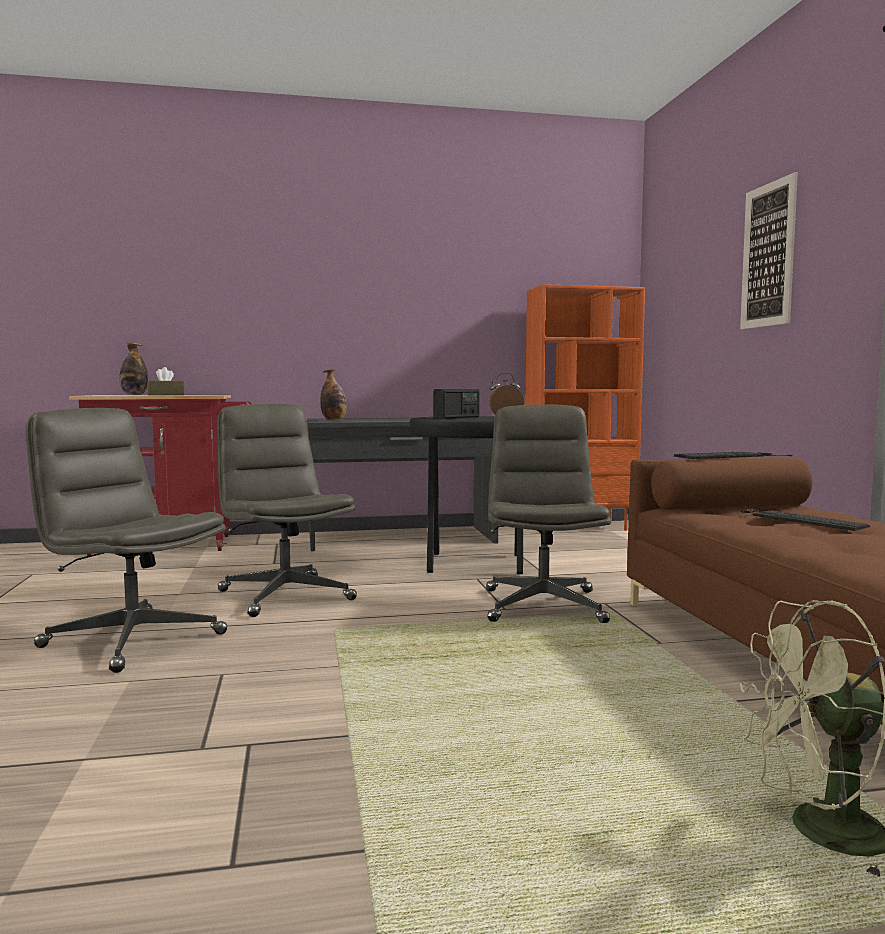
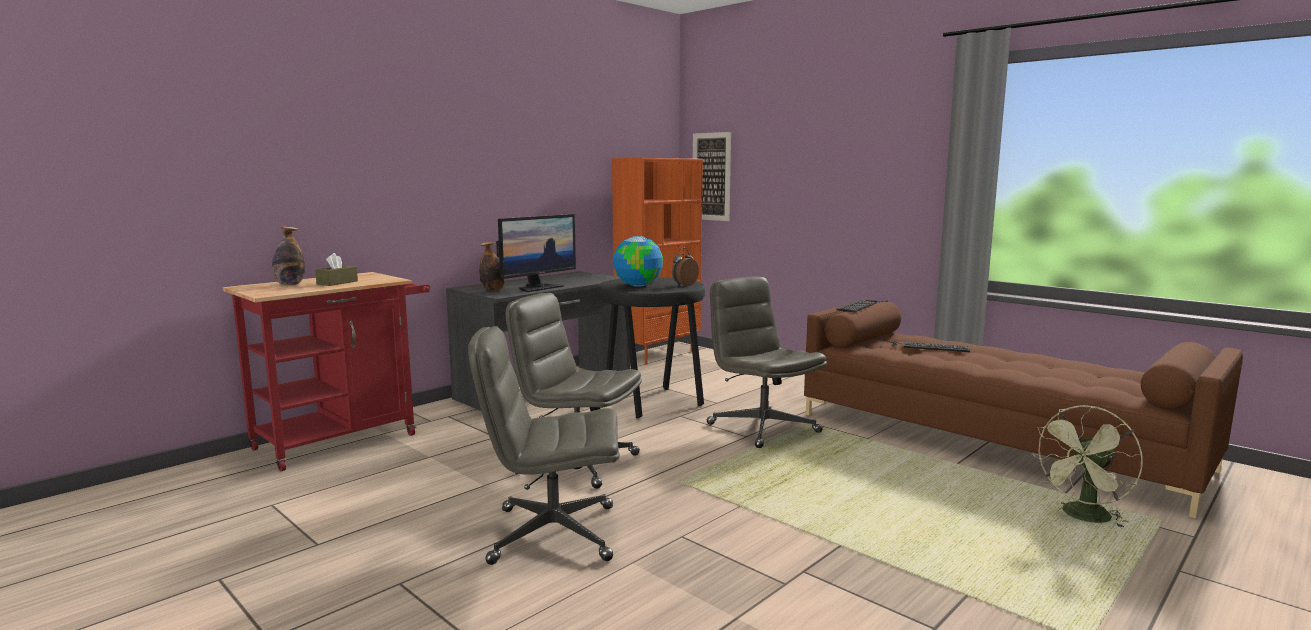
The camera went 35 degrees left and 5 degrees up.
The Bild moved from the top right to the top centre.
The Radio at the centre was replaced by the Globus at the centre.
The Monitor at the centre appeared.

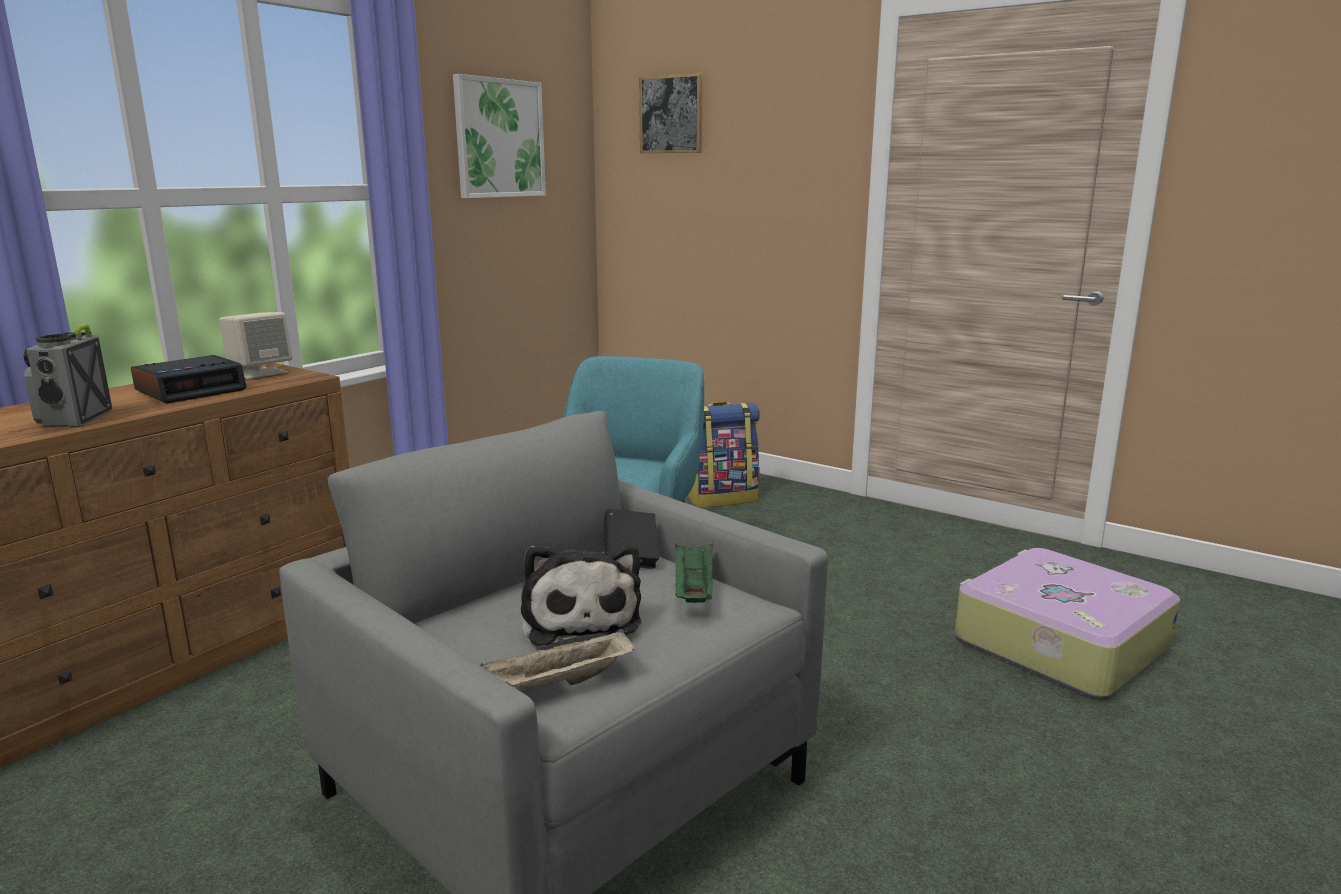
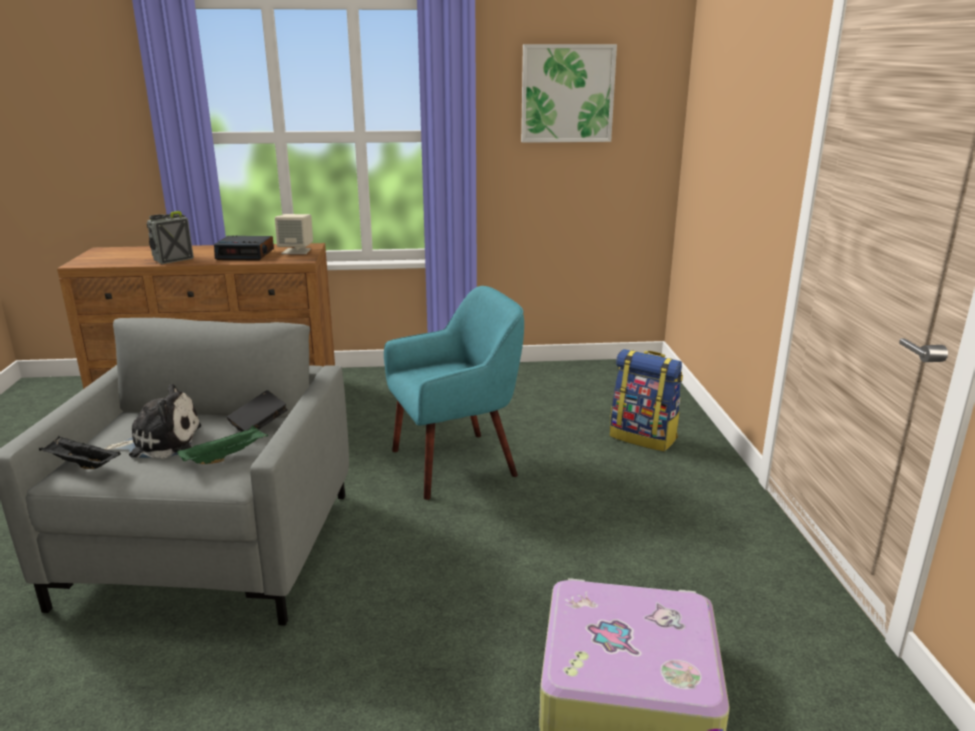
The camera went 50 degrees right and 5 degrees up.
The Bild (2nd from left) at the top centre disappeared.
The Plüschtier at the centre turned 135 degrees counterclockwise.
The Tablett (beige) at the bottom centre became the Tablett (schwarz) at the middle left.

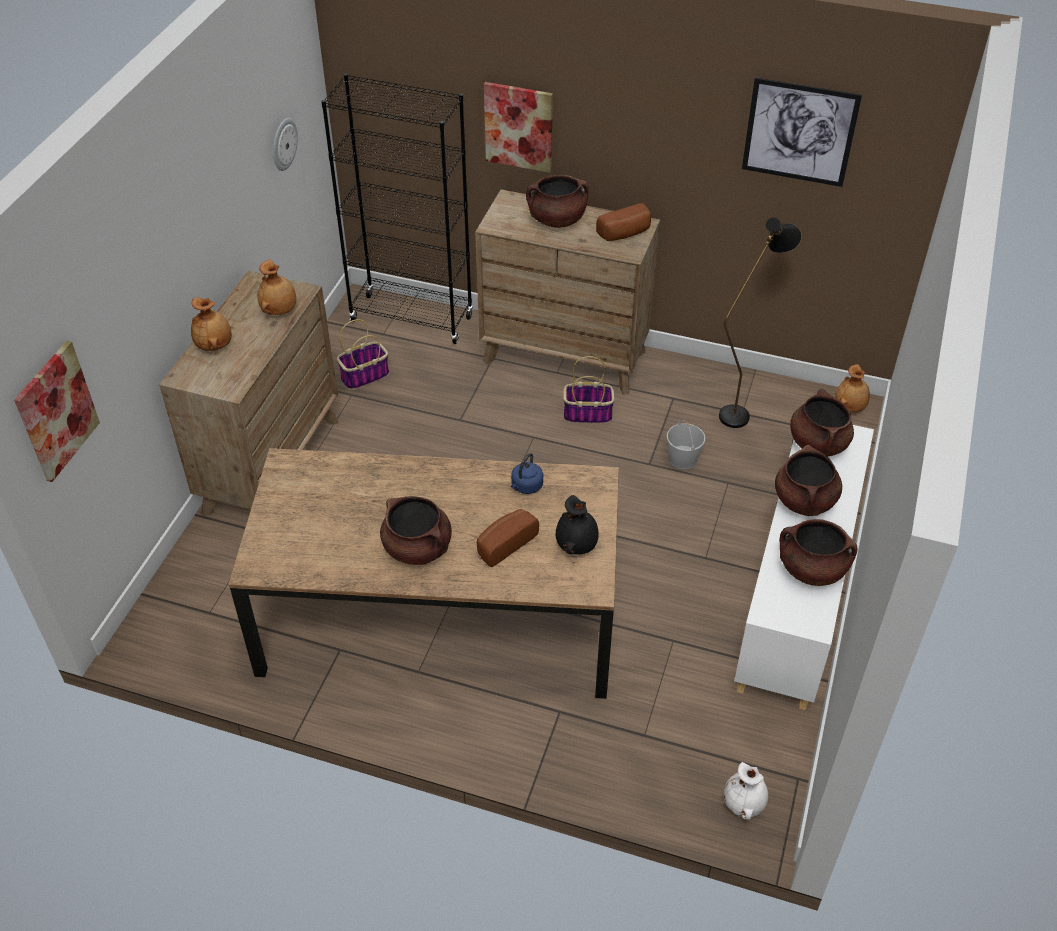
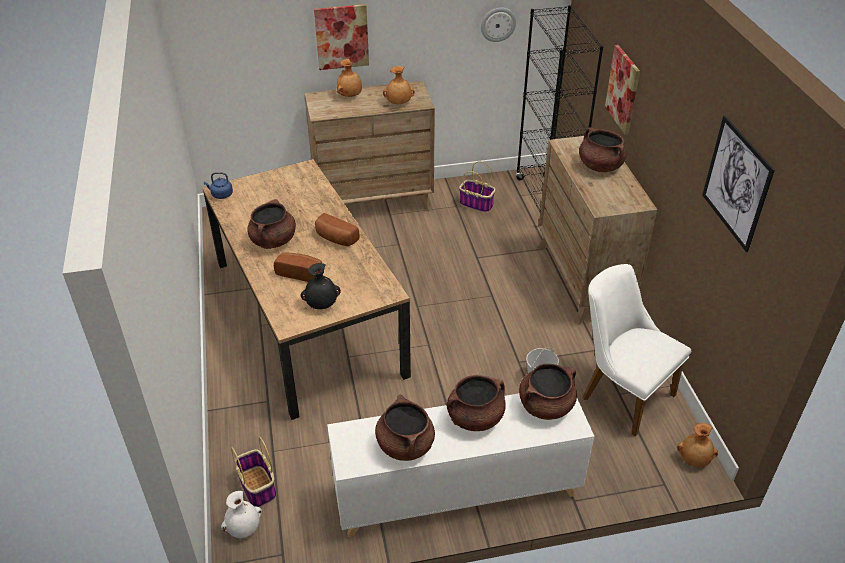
The camera went 60 degrees right and 5 degrees down.
The Brot (2nd from left) moved from the top centre to the centre.
The Stehlampe (schwarz) at the middle right was replaced by the Stuhl (weiß) at the middle right.
The Bild (1st from left) moved from the middle left to the top centre.
The Korb (2nd from left in the first image) moved from the centre to the bottom left.
The Wasserkessel (blau) moved from the centre to the top left.

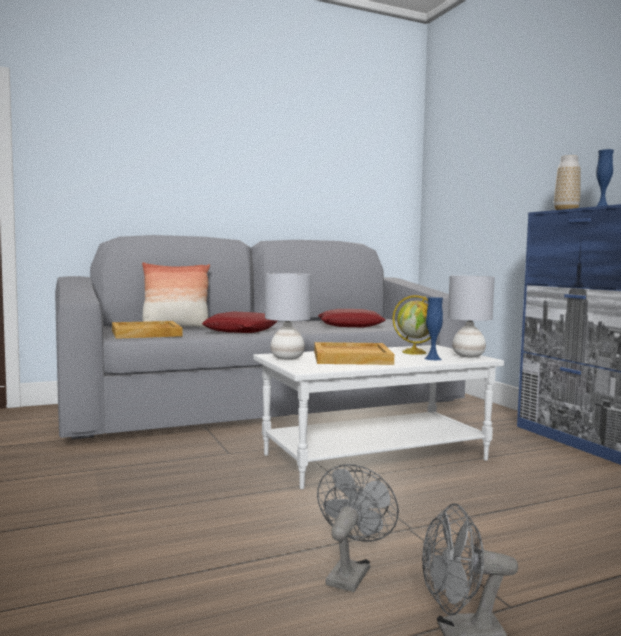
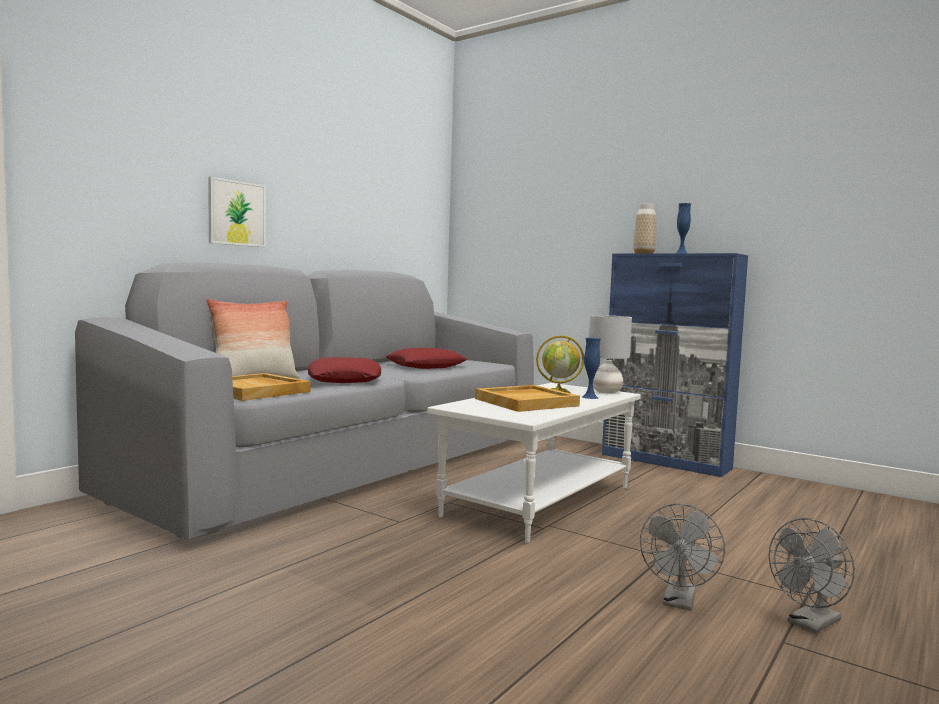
The camera went 30 degrees left and 0 degrees up.
The Tischlampe (grau) (1st from left) at the centre disappeared.
The Ventilator (grau) (1st from left) at the bottom centre turned 150 degrees counterclockwise.
The Bild at the top left appeared.

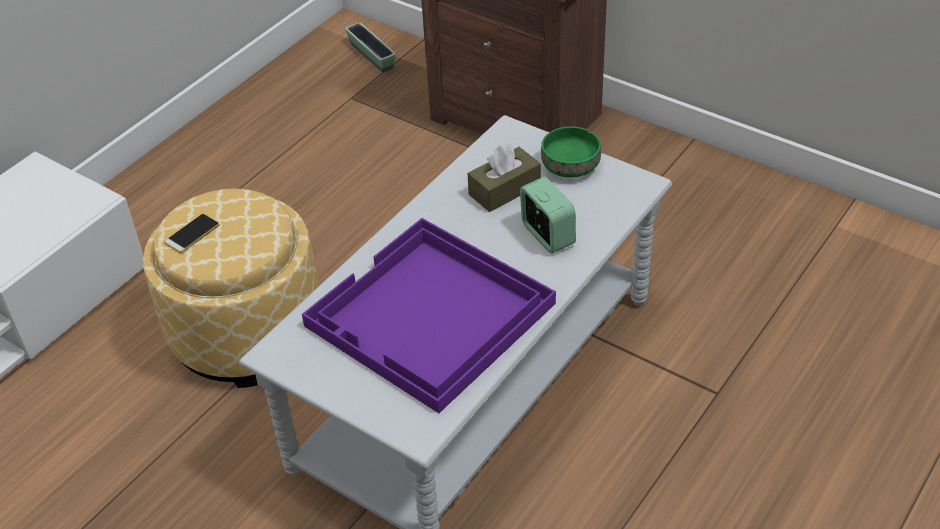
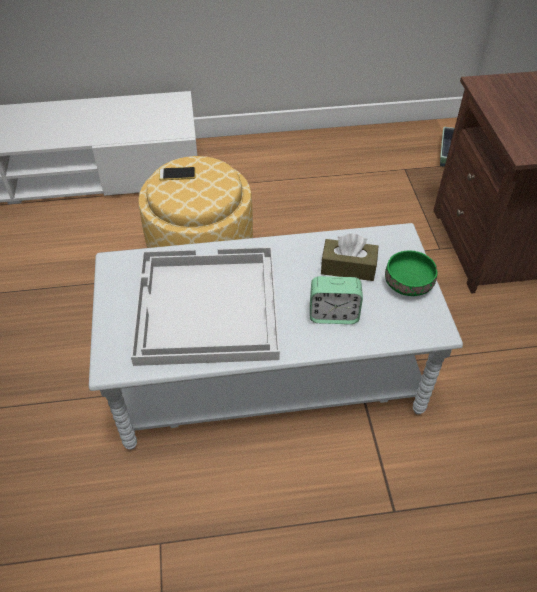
The camera went 45 degrees right and 5 degrees up.
The Wecker at the centre turned 75 degrees clockwise.
The Tablett (lila) at the centre became the Tablett (weiß) at the centre.

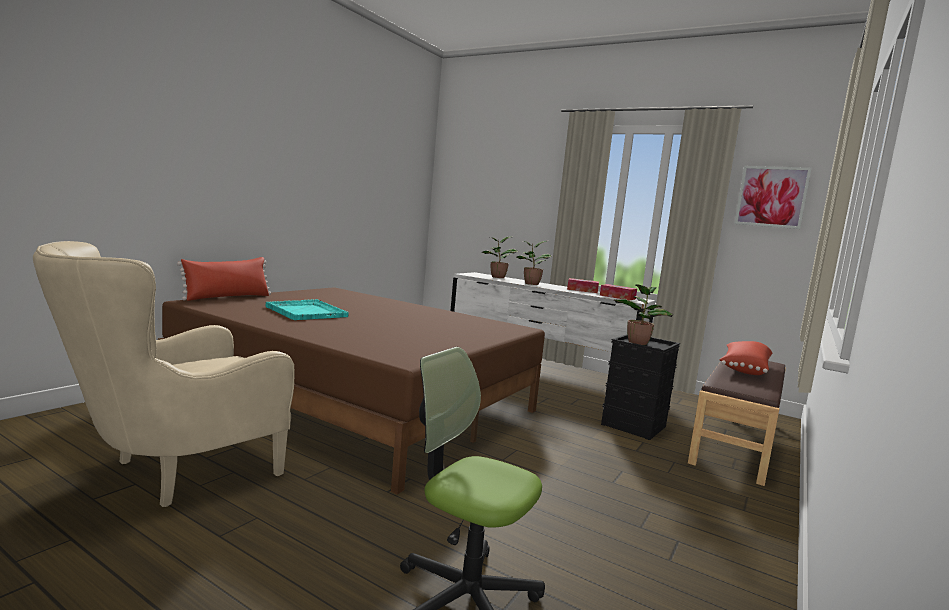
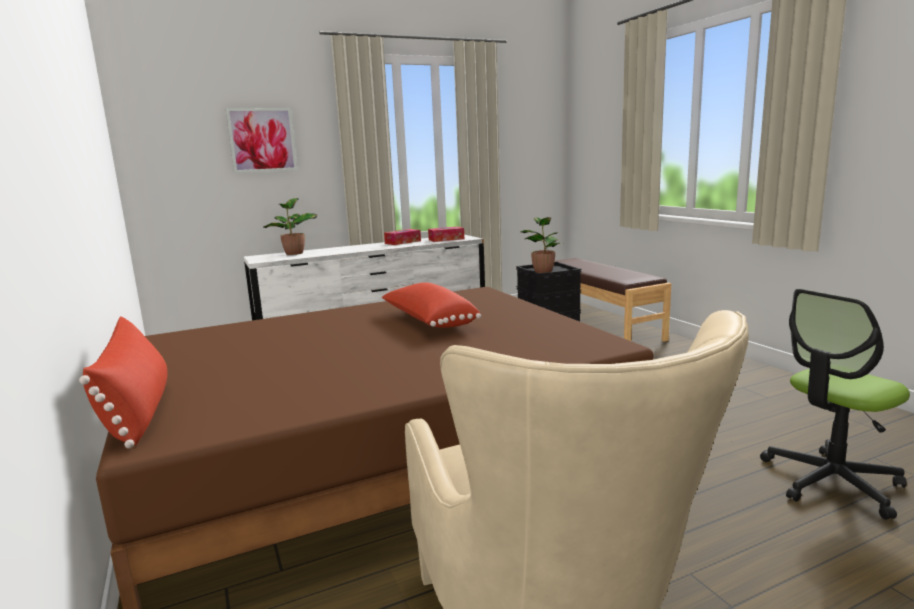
The camera went 55 degrees left and 5 degrees up.
The Bild moved from the top right to the top left.
The Topfpflanze (2nd from left) at the centre disappeared.
The Tablett (türkis) at the middle left disappeared.
The Kissen (rot) (2nd from left) moved from the middle right to the centre.

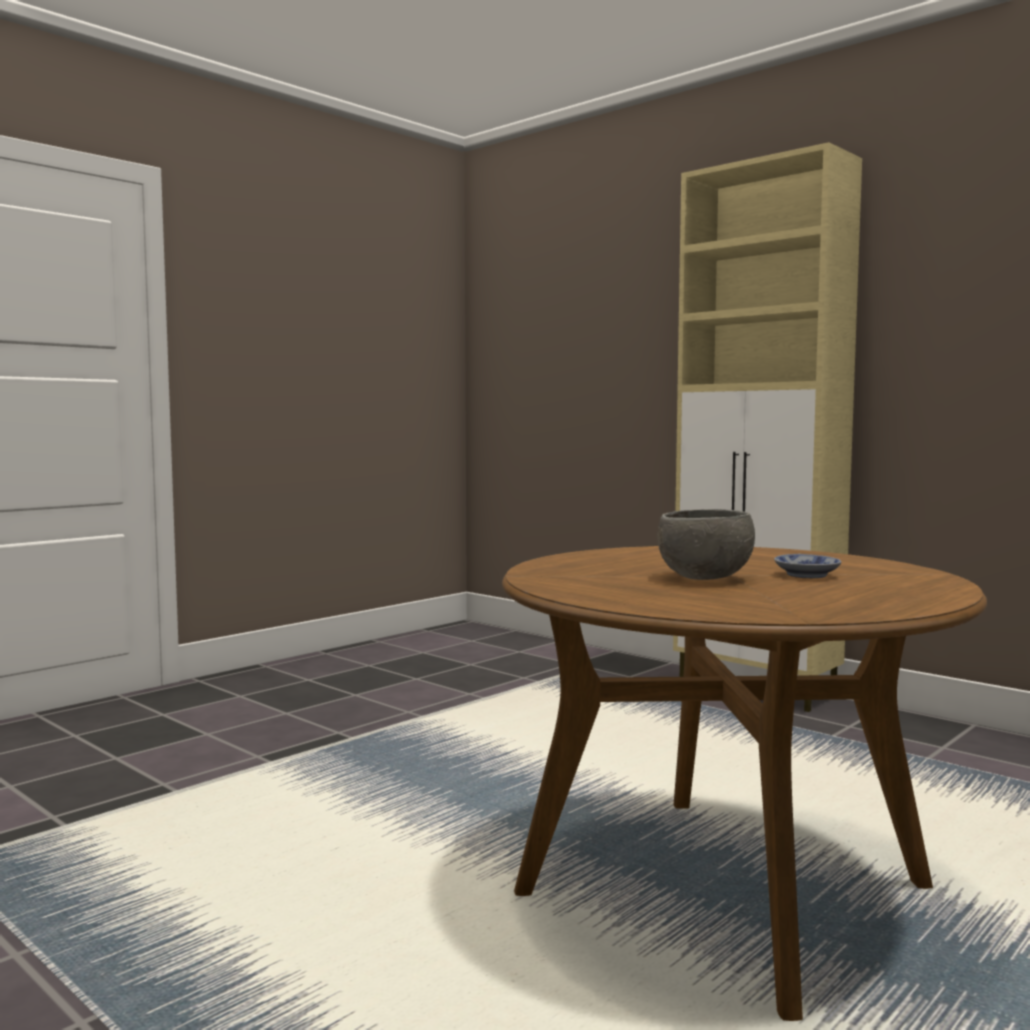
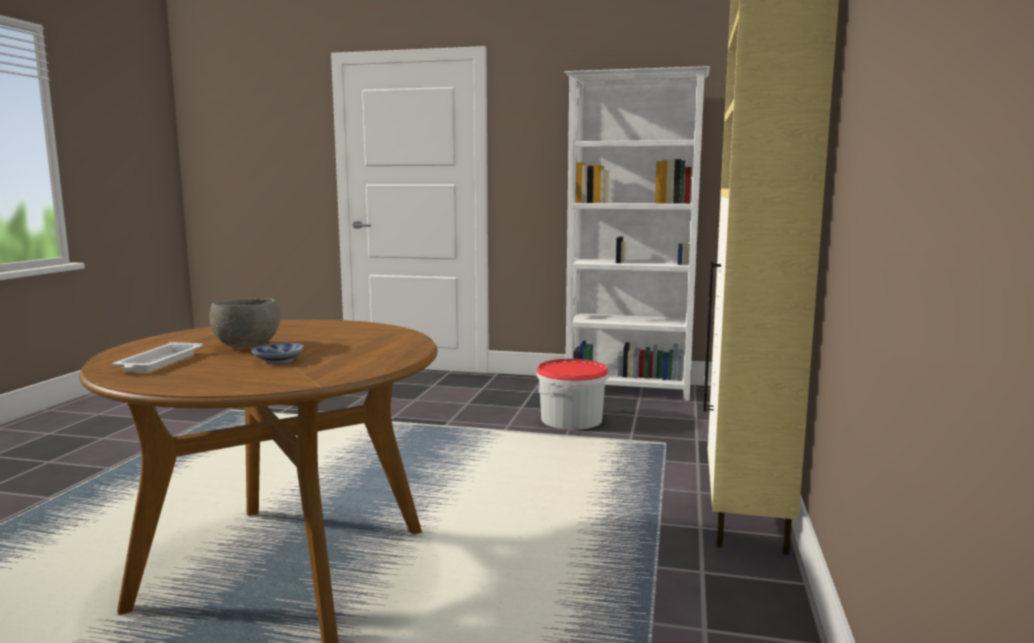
The camera went 60 degrees right and 5 degrees up.
The Bücherregal (weiß) at the centre appeared.
The Tablett (weiß) at the middle left appeared.
The Eimer at the centre appeared.

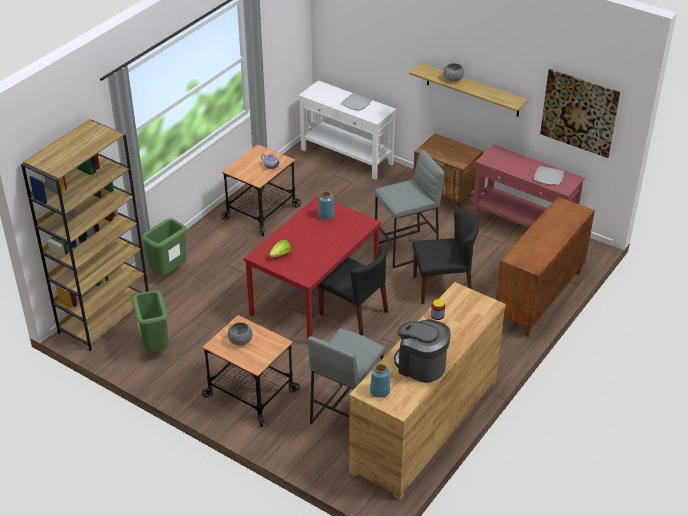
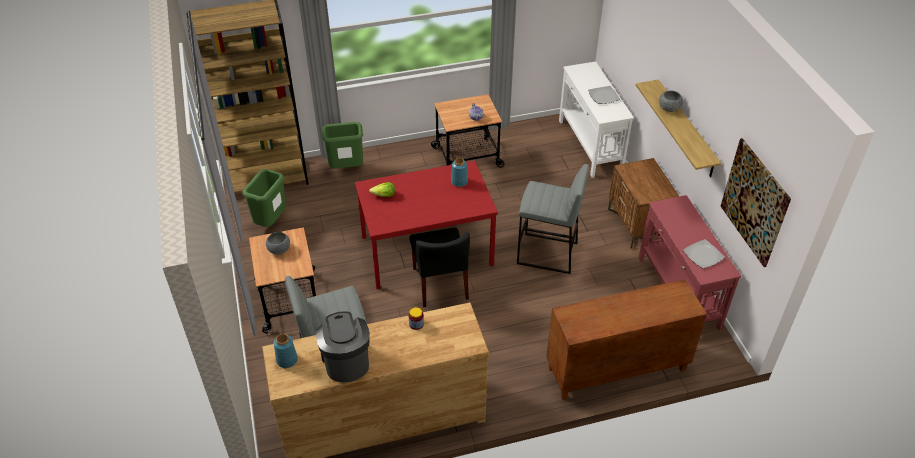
The camera went 40 degrees right and 5 degrees up.
The Stuhl (schwarz) (2nd from left) at the centre disappeared.

